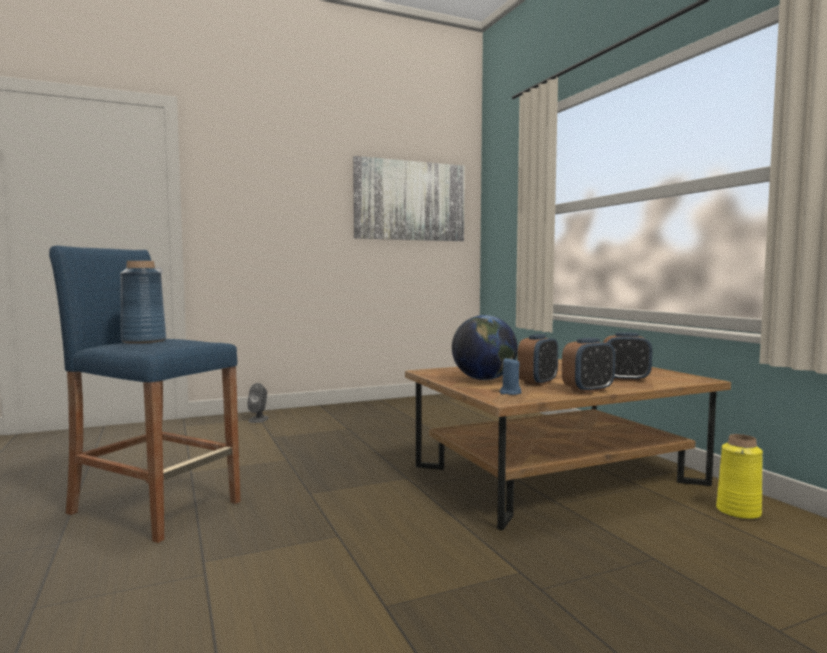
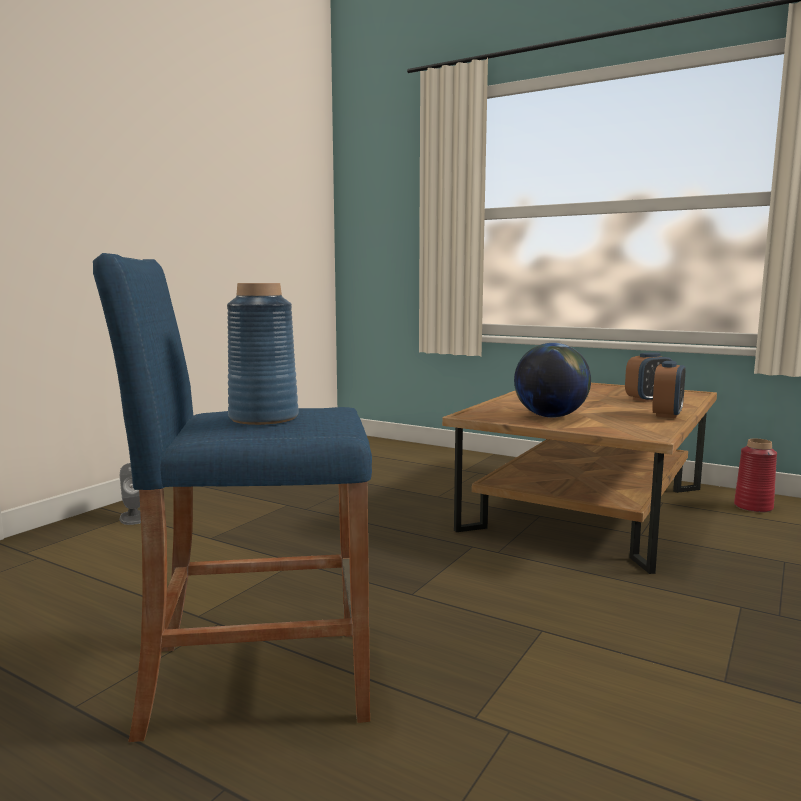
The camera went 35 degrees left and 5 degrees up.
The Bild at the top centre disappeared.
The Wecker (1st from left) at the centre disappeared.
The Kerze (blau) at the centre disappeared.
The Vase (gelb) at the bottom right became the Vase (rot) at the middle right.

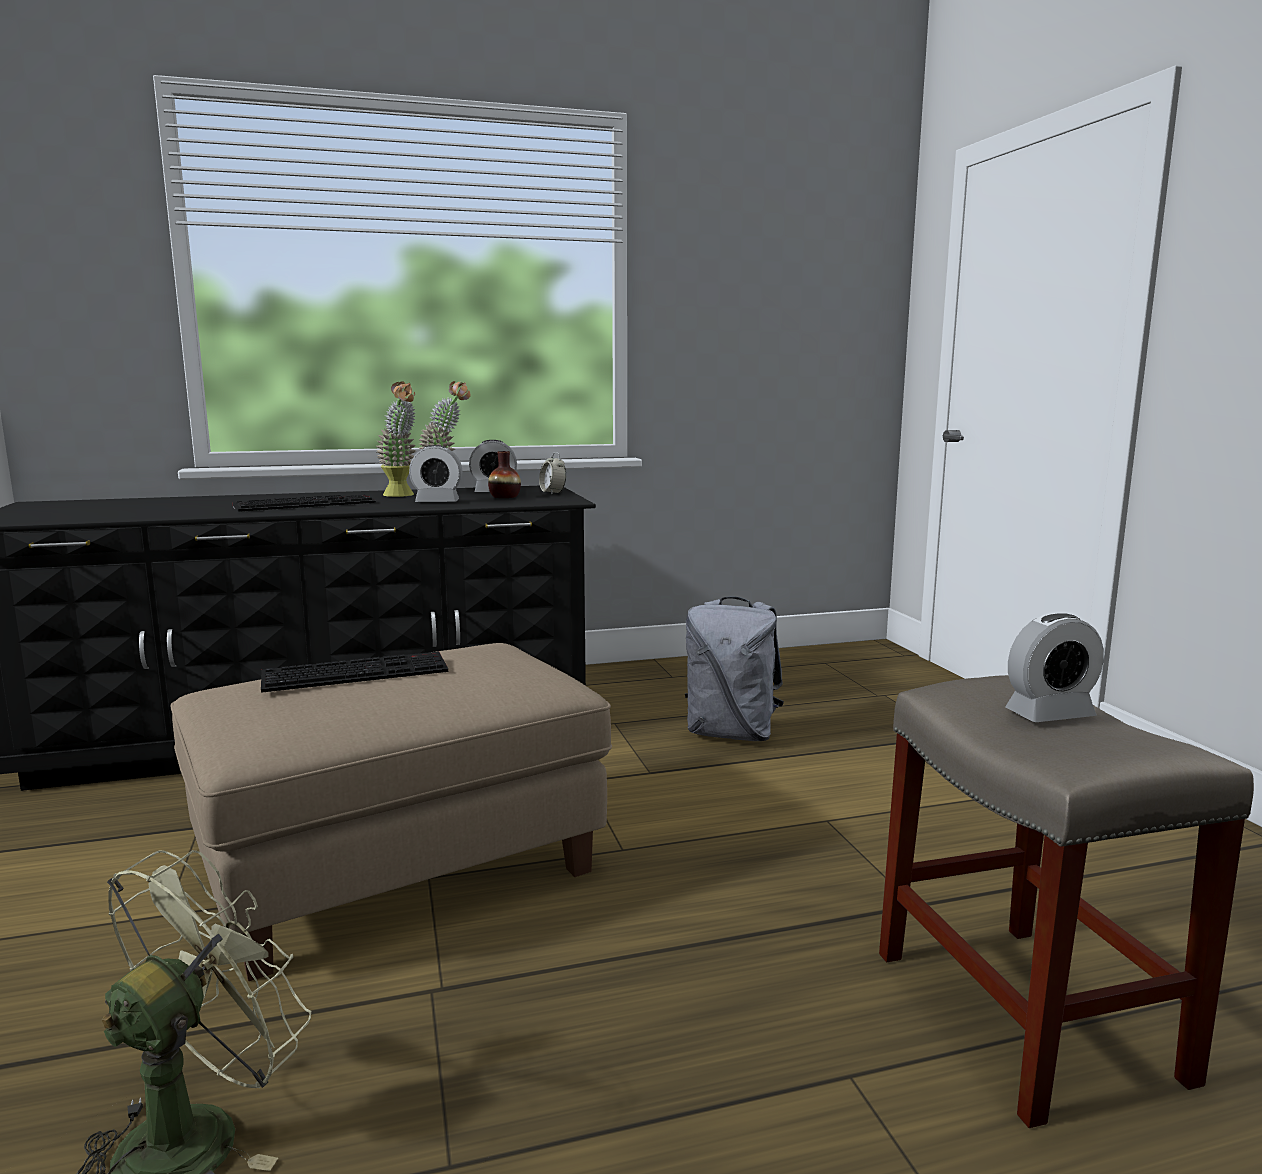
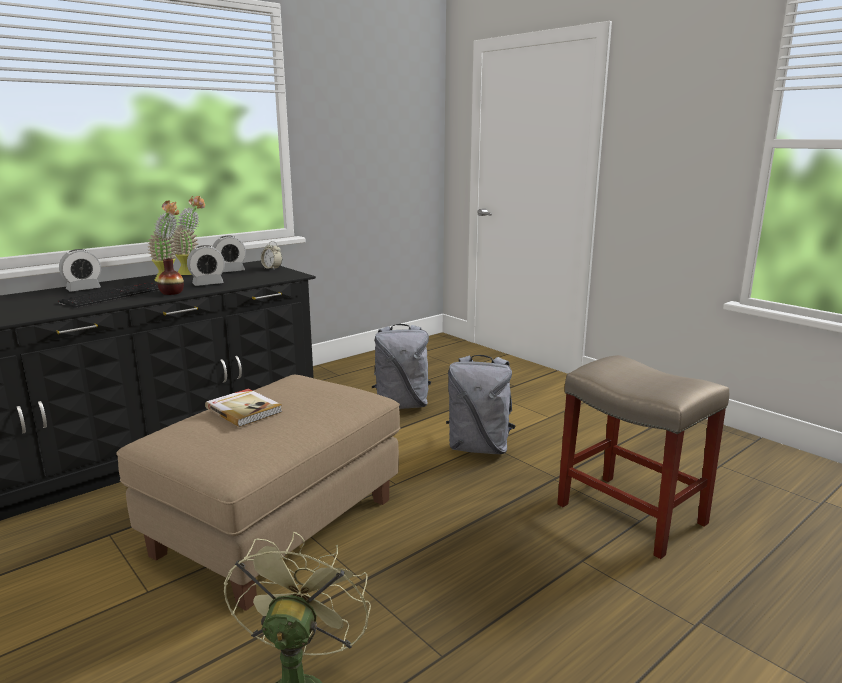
The camera went 25 degrees left and 5 degrees up.
The Vase moved from the centre to the middle left.
The Wecker (4th from left in the first image) moved from the middle right to the middle left.
The Tastatur (2nd from left) at the middle left was replaced by the Buch at the middle left.
The Rucksack (grau) (2nd from left) at the centre appeared.

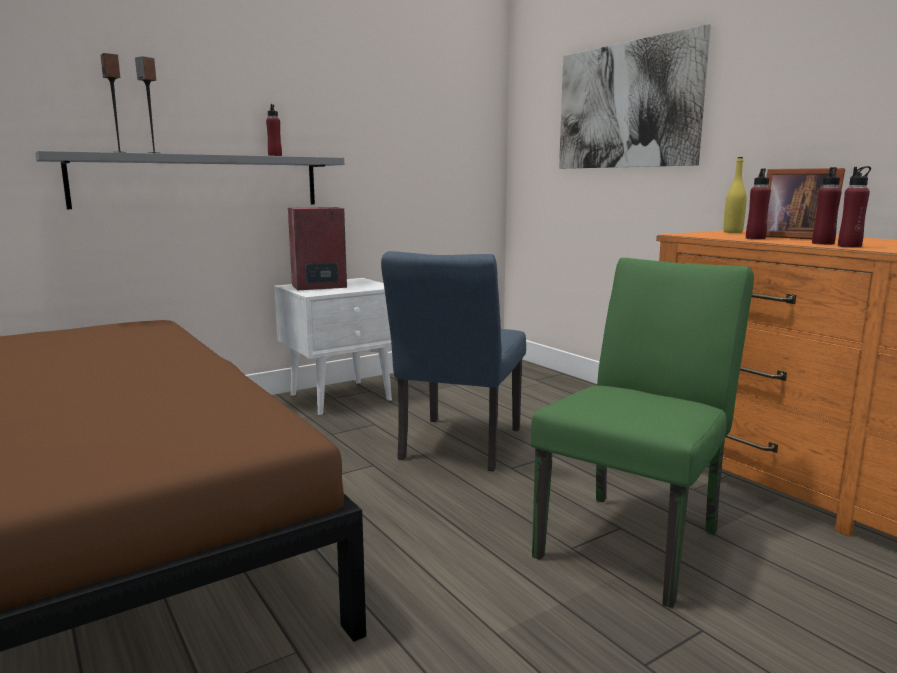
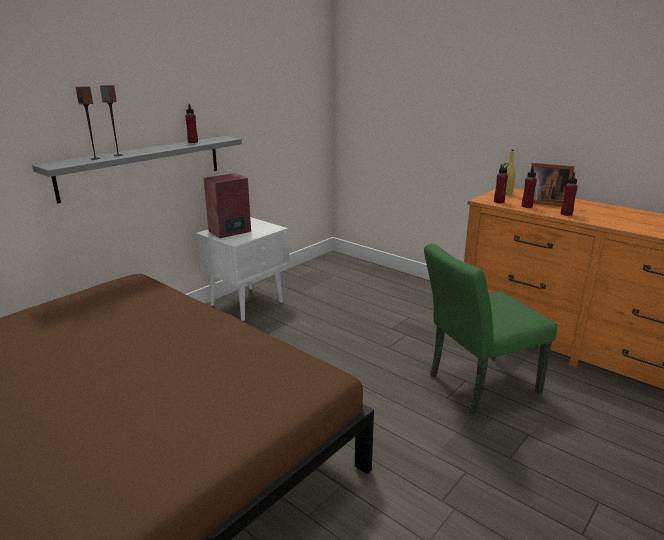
The camera went 15 degrees left and 10 degrees up.
The Bild at the top right disappeared.
The Flasche (rot) (4th from left in the first image) moved from the top right to the middle right.
The Stuhl (blau) at the centre disappeared.
The Stuhl (grün) at the middle right turned 135 degrees counterclockwise.

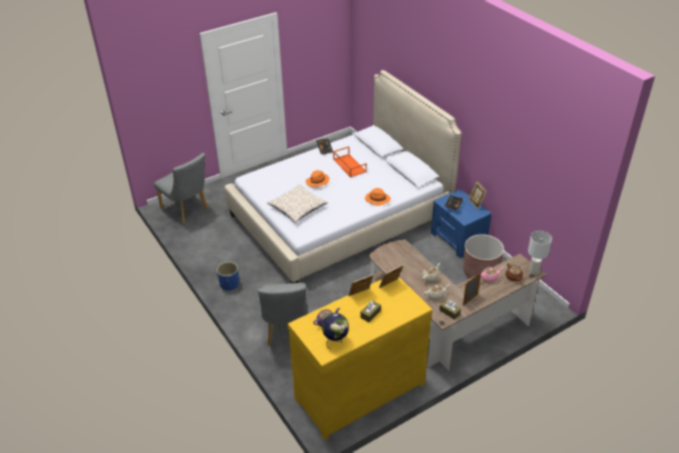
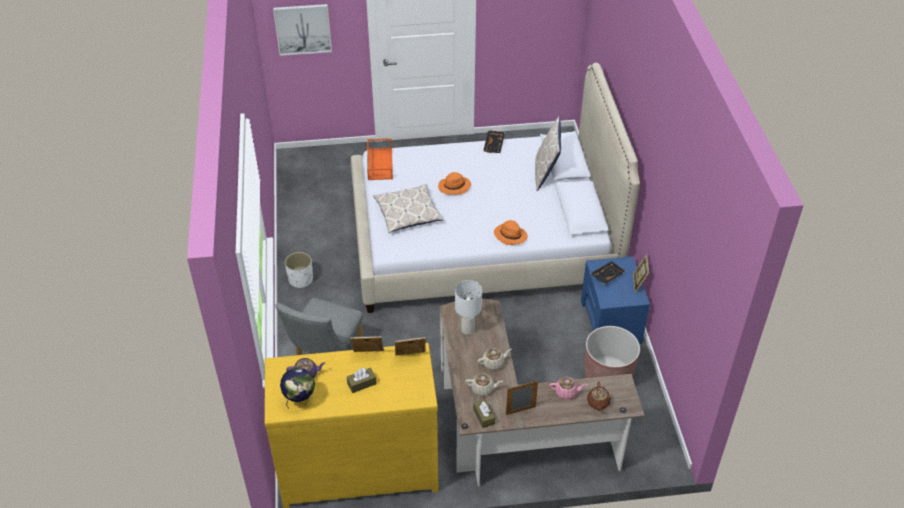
The camera went 25 degrees right and 5 degrees up.
The Tablett (orange) moved from the centre to the top centre.
The Stuhl (grau) (1st from left) at the middle left disappeared.
The Tischlampe (weiß) moved from the middle right to the centre.
The Pflanzkübel (blau) at the centre became the Pflanzkübel (weiß) at the middle left.
The Bild at the top centre appeared.
The Kissen (2nd from left) at the top centre appeared.

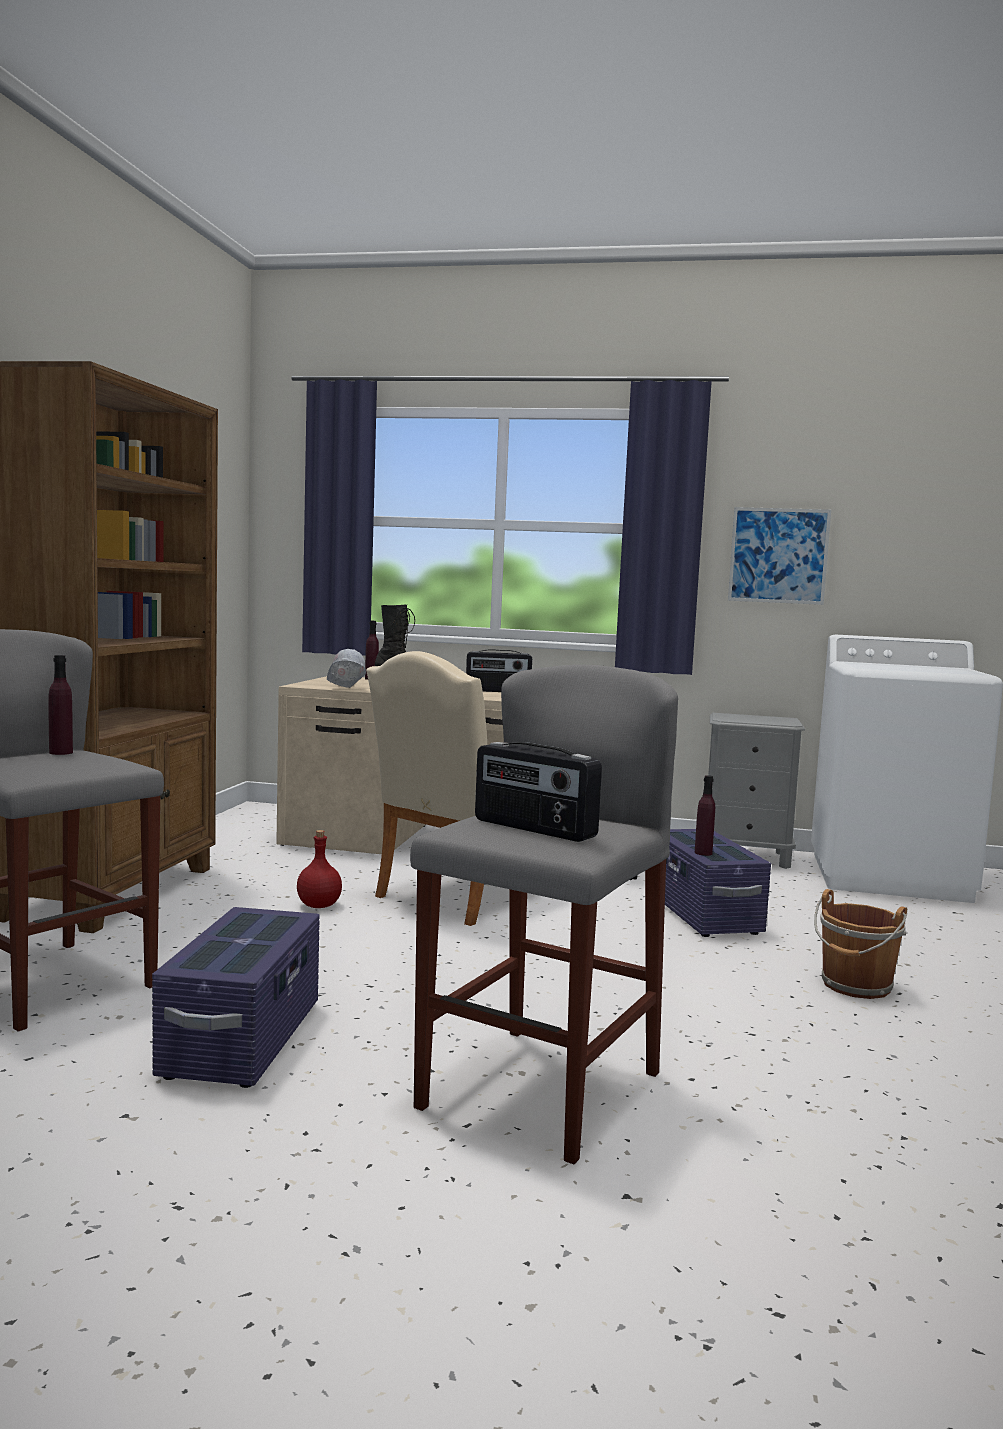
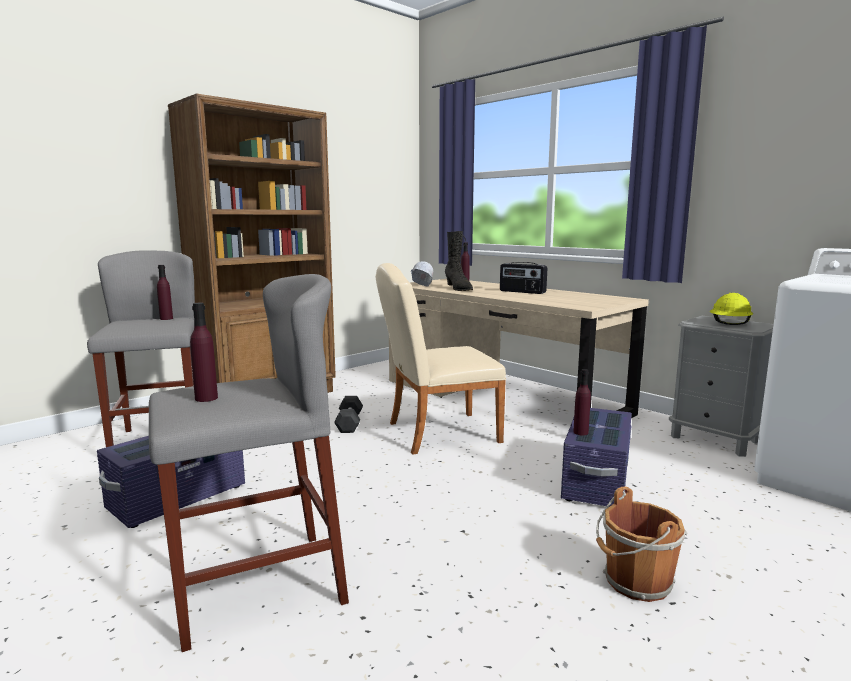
The camera went 35 degrees right and 5 degrees up.
The Bild at the middle right disappeared.
The Radio (2nd from left) at the centre was replaced by the Flasche (lila) (2nd from left) at the middle left.
The Flasche (rot) at the middle left was replaced by the Hantel (schwarz) at the centre.
The Schutzhelm (gelb) at the middle right appeared.

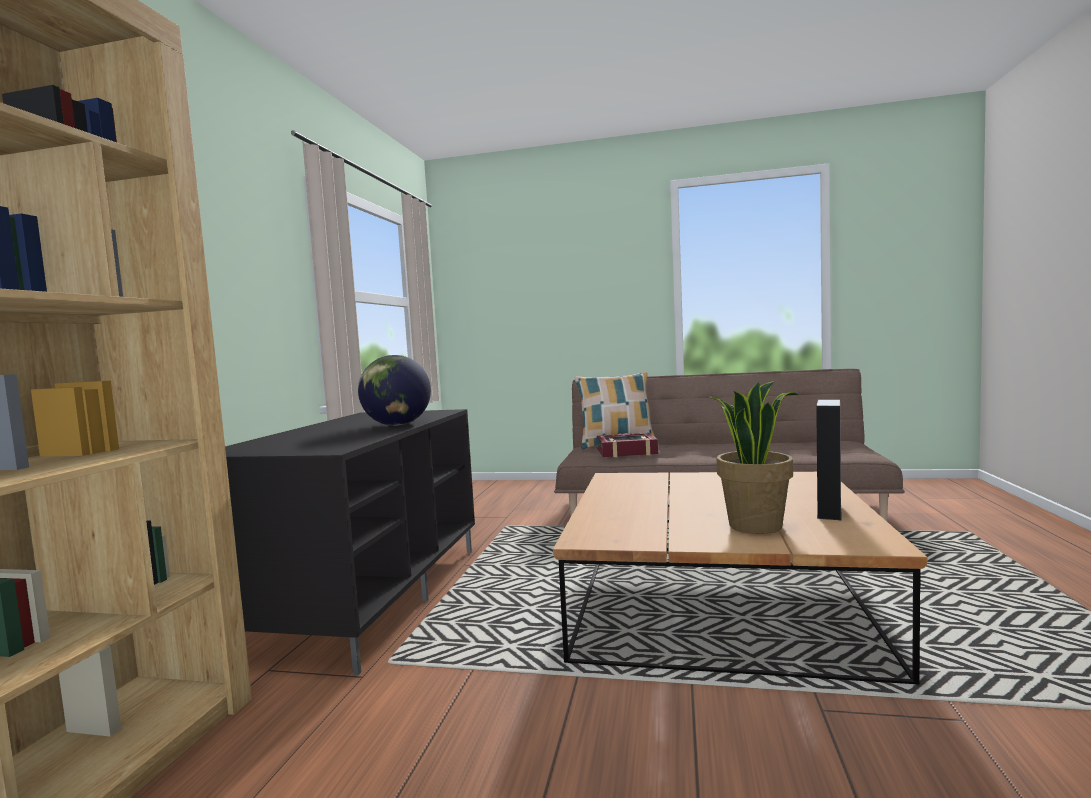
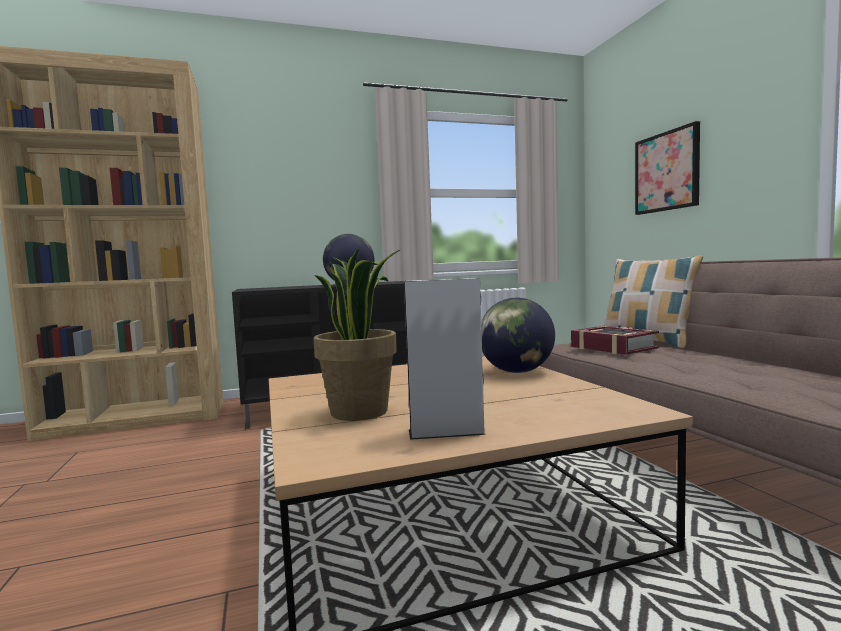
The camera went 60 degrees right and 0 degrees up.
The Bild at the top right appeared.
The Globus (2nd from left) at the centre appeared.

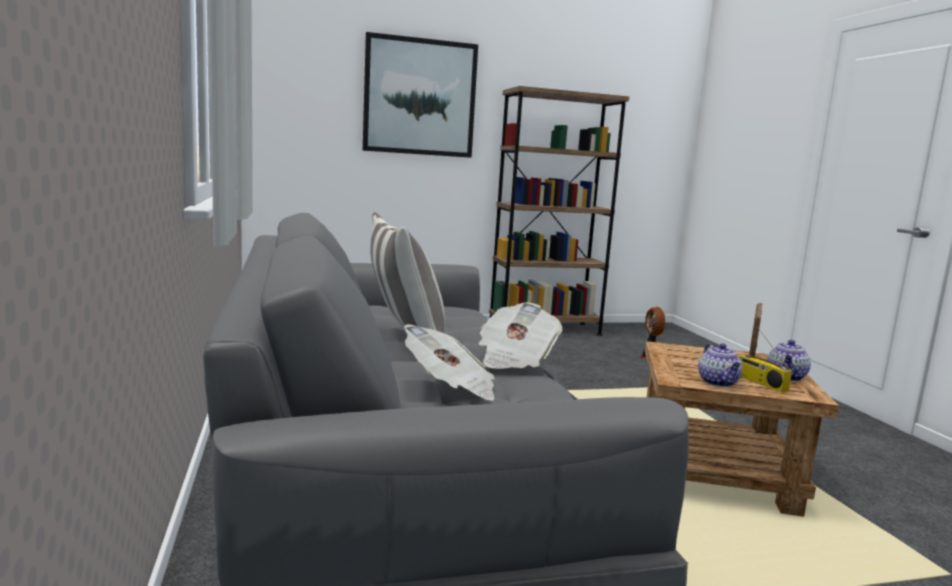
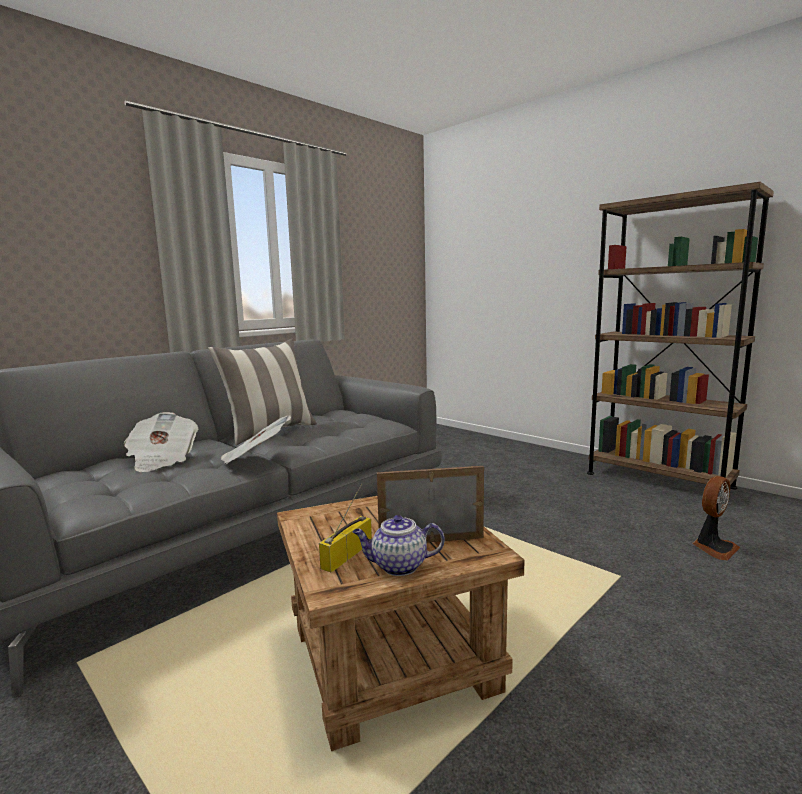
The camera went 60 degrees right and 0 degrees up.
The Bild at the top centre disappeared.
The Teekanne (1st from left) at the middle right disappeared.

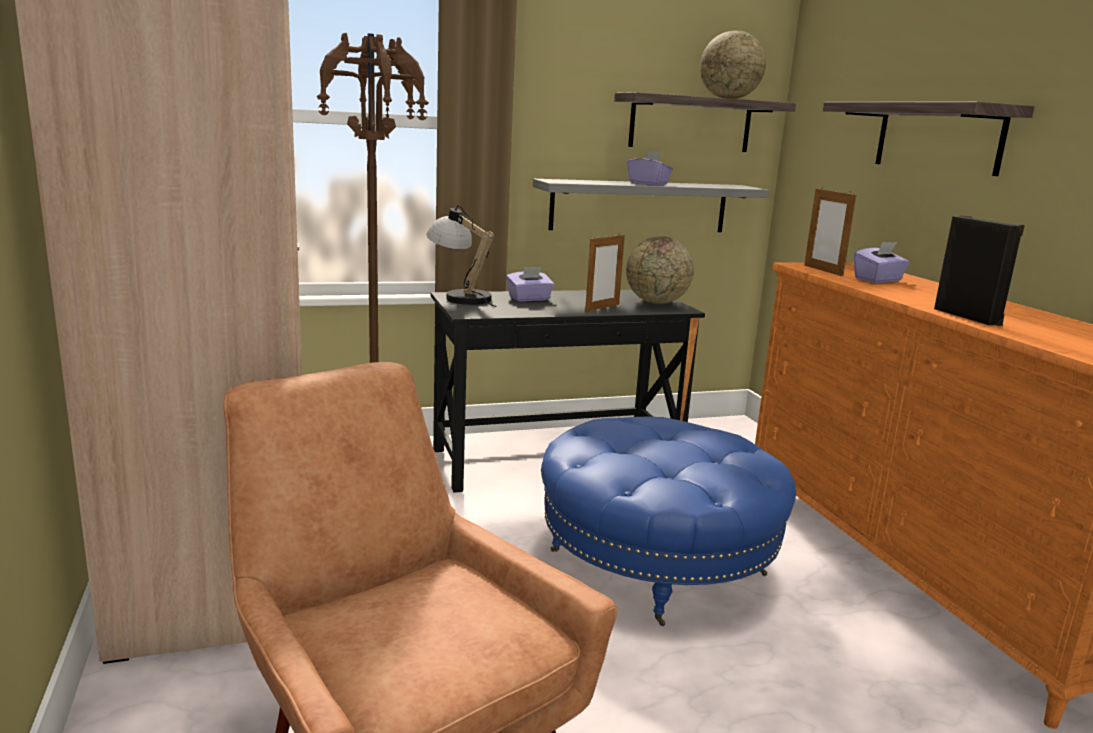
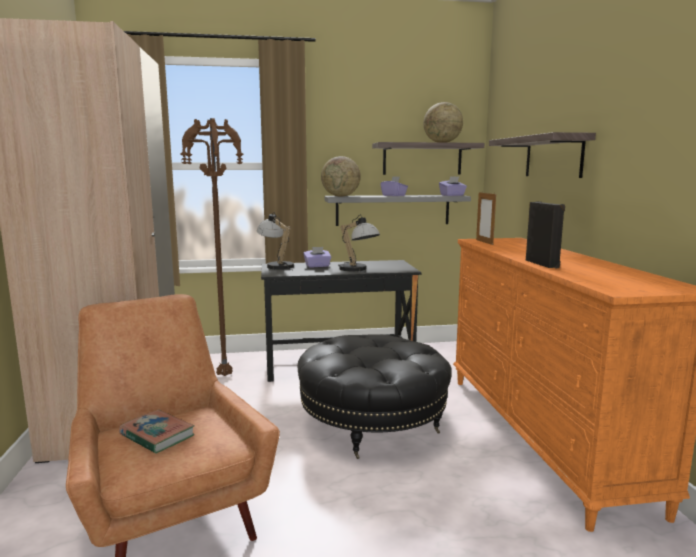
The camera went 10 degrees right and 5 degrees down.
The Bilderrahmen (1st from left) at the centre was replaced by the Tischlampe (2nd from left) at the centre.
The Globus (1st from left) moved from the centre to the top centre.
The Taschentuchbox (lila) (3rd from left) moved from the middle right to the centre.
The Polsterhocker (blau) at the bottom centre became the Polsterhocker (schwarz) at the bottom centre.
The Buch at the bottom left appeared.

